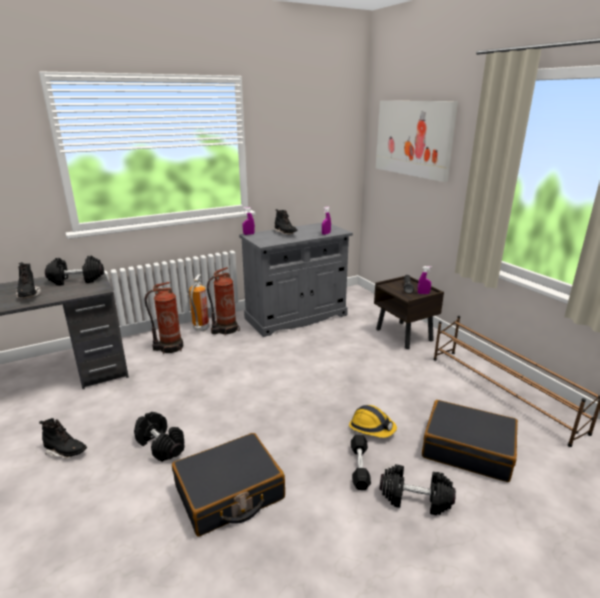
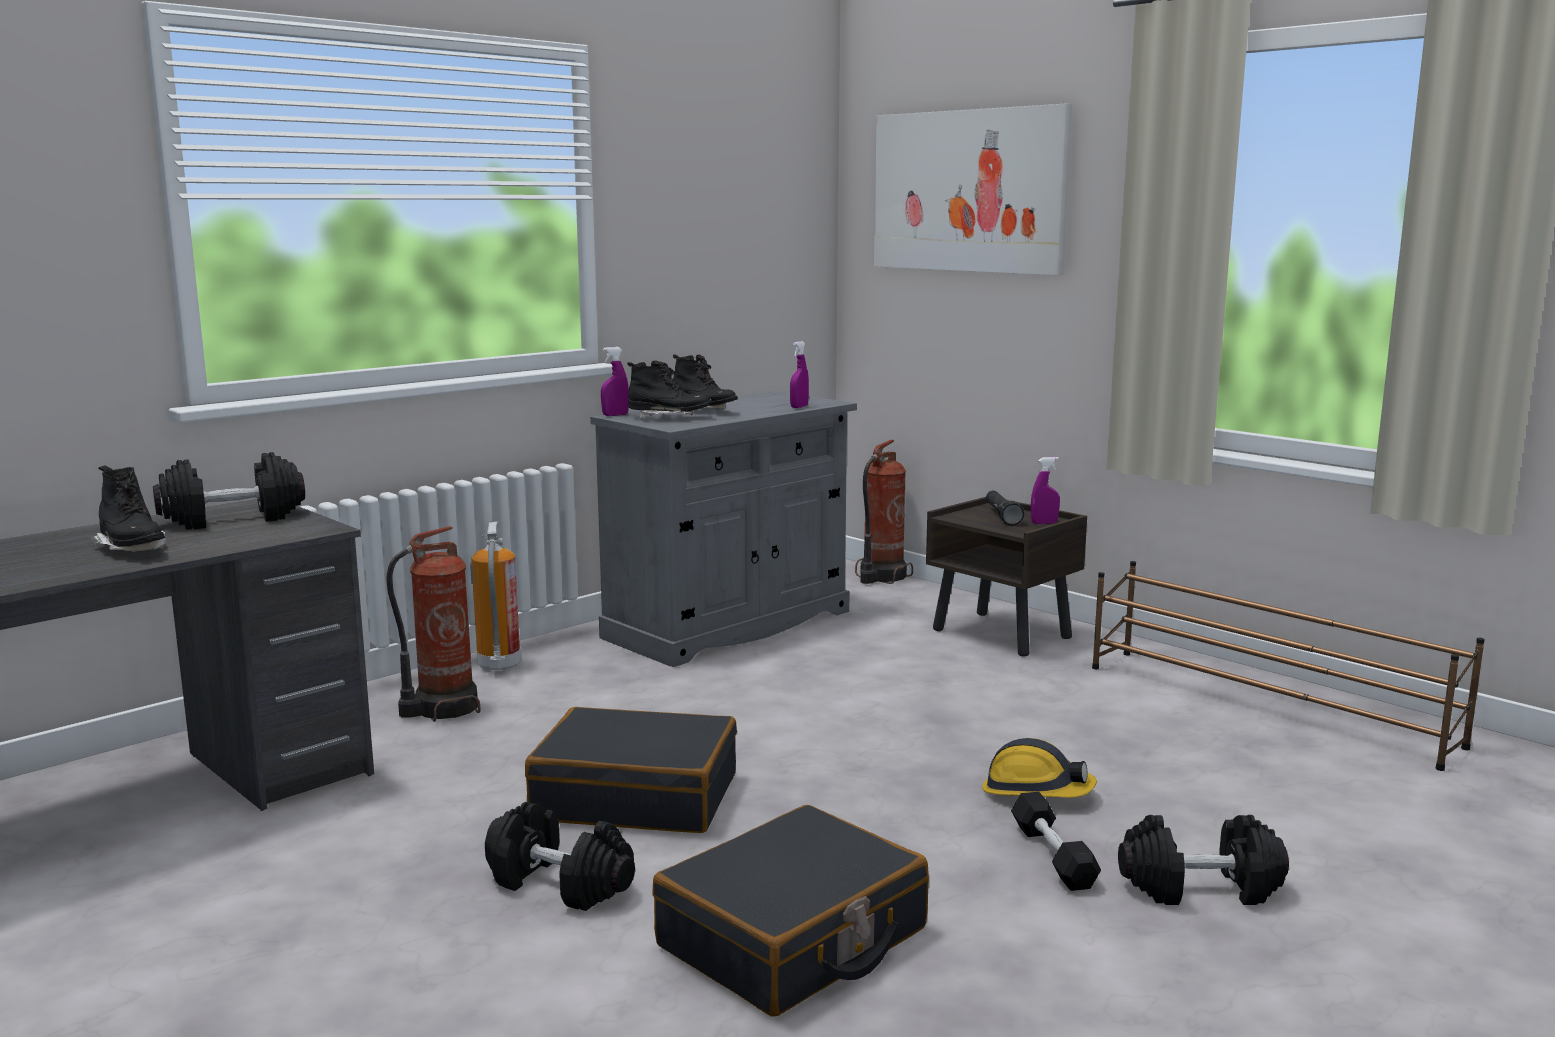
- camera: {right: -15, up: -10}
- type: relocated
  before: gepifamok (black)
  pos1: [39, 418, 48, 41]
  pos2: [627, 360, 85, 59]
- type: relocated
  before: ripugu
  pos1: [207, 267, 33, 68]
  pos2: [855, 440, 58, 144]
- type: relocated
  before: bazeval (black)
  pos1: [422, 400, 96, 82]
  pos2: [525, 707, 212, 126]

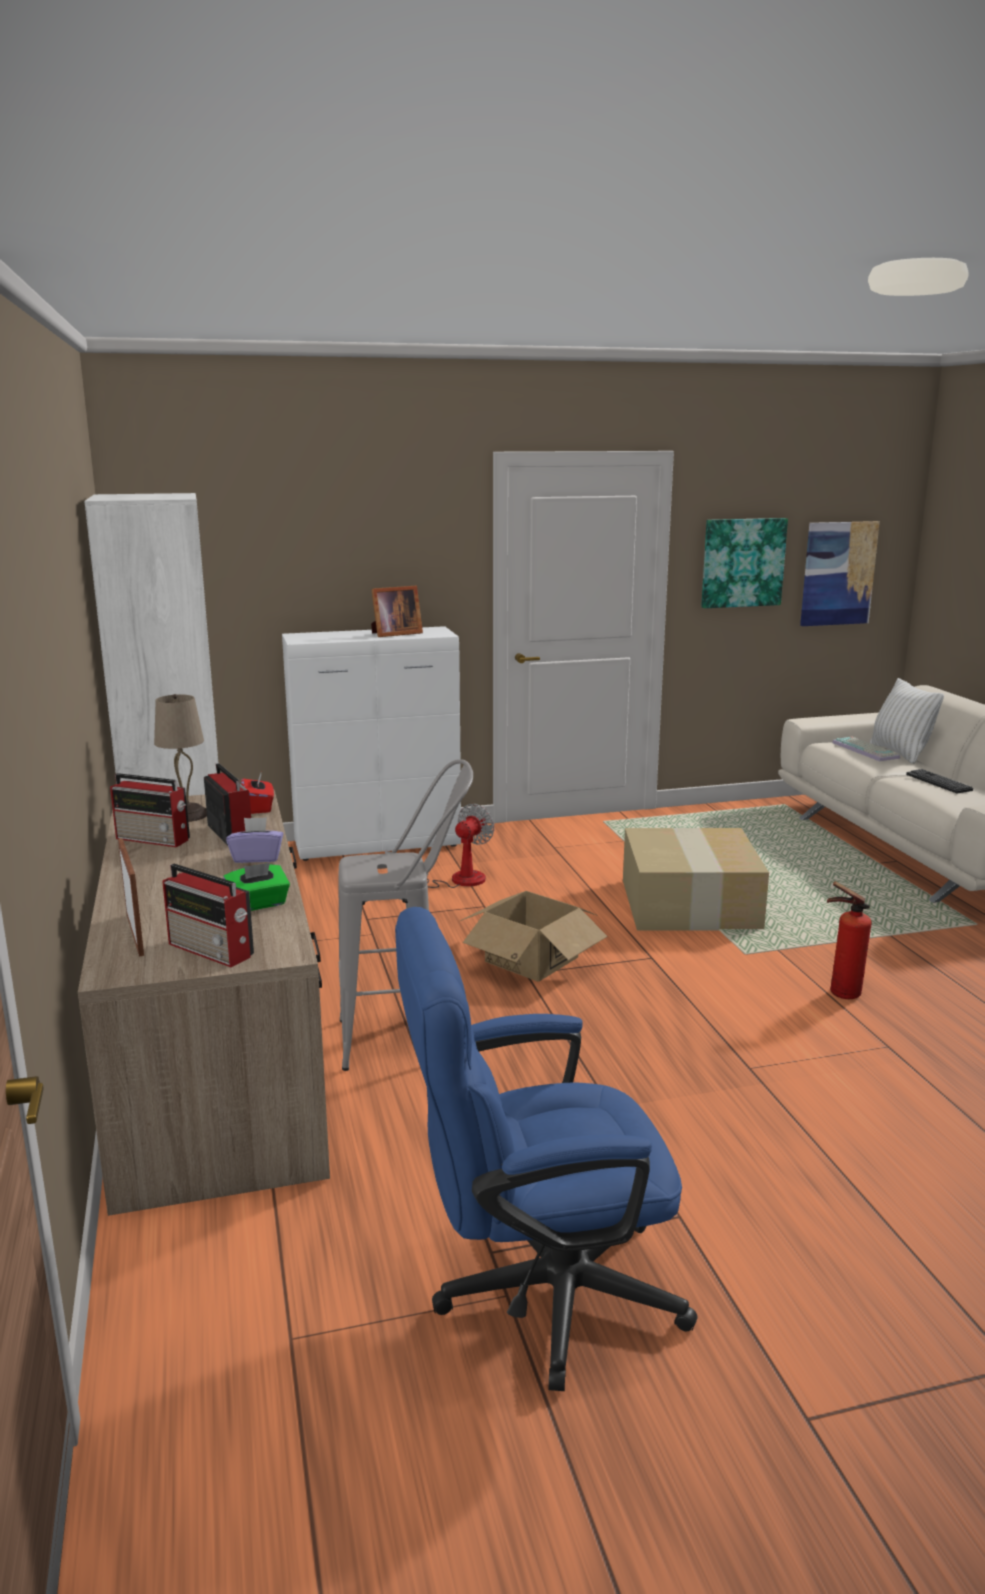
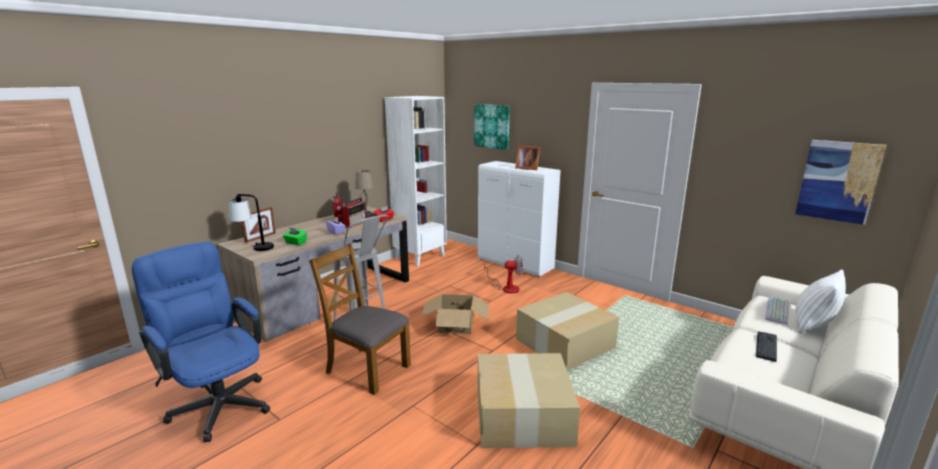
- camera: {right: 55, up: 0}
- type: exchanged
  before: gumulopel
  after: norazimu
  pos1: [162, 864, 92, 103]
  pos2: [228, 194, 46, 57]
- type: relocated
  before: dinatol
  pos1: [701, 518, 87, 90]
  pos2: [474, 104, 36, 46]
- type: exchanged
  before: ripugu
  after: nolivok
  pos1: [827, 881, 45, 118]
  pos2: [478, 353, 102, 95]
- type: appeared
  after: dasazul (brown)
  pos2: [309, 243, 102, 152]

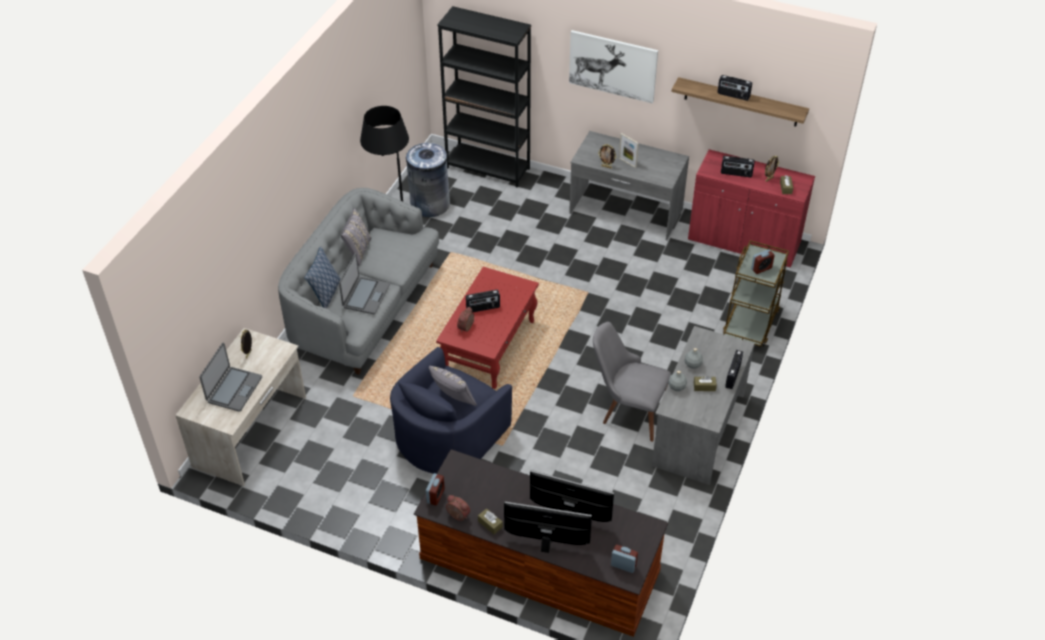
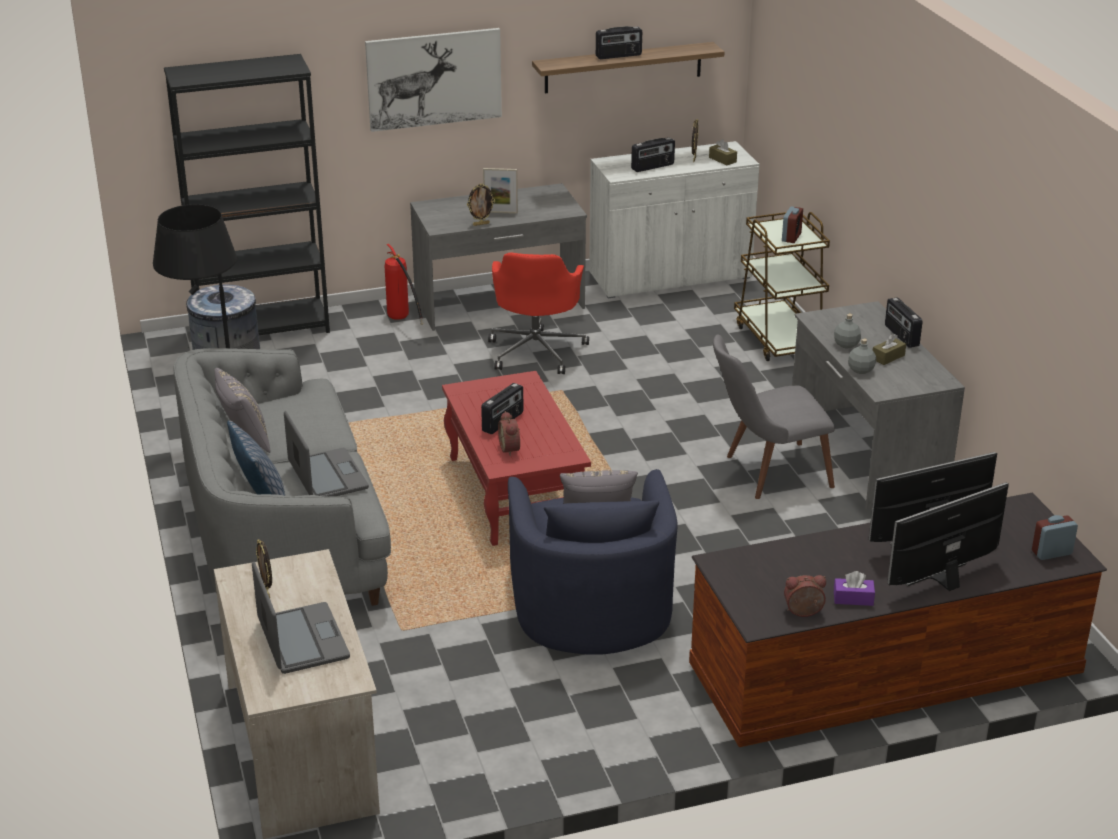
- camera: {right: -40, up: -15}
- type: missing
  before: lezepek
  pos1: [426, 473, 19, 33]
- type: colour
  before: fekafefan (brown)
  after: fekafefan (purple)
  pos1: [478, 508, 25, 26]
  pos2: [834, 571, 41, 35]
- type: colour
  before: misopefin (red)
  after: misopefin (white)
  pos1: [688, 149, 127, 118]
  pos2: [589, 141, 170, 158]
- type: appeared
  after: ripugu
  pos2: [384, 244, 40, 81]
- type: appeared
  after: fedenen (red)
  pos2: [488, 252, 101, 122]

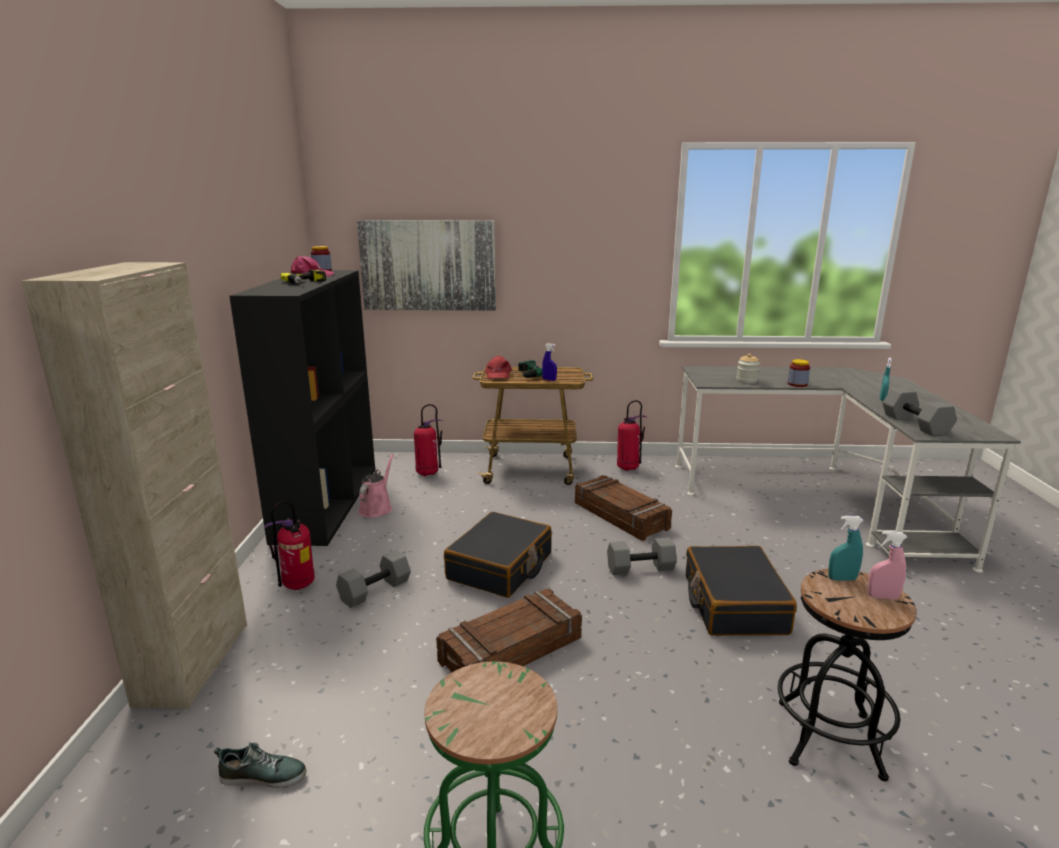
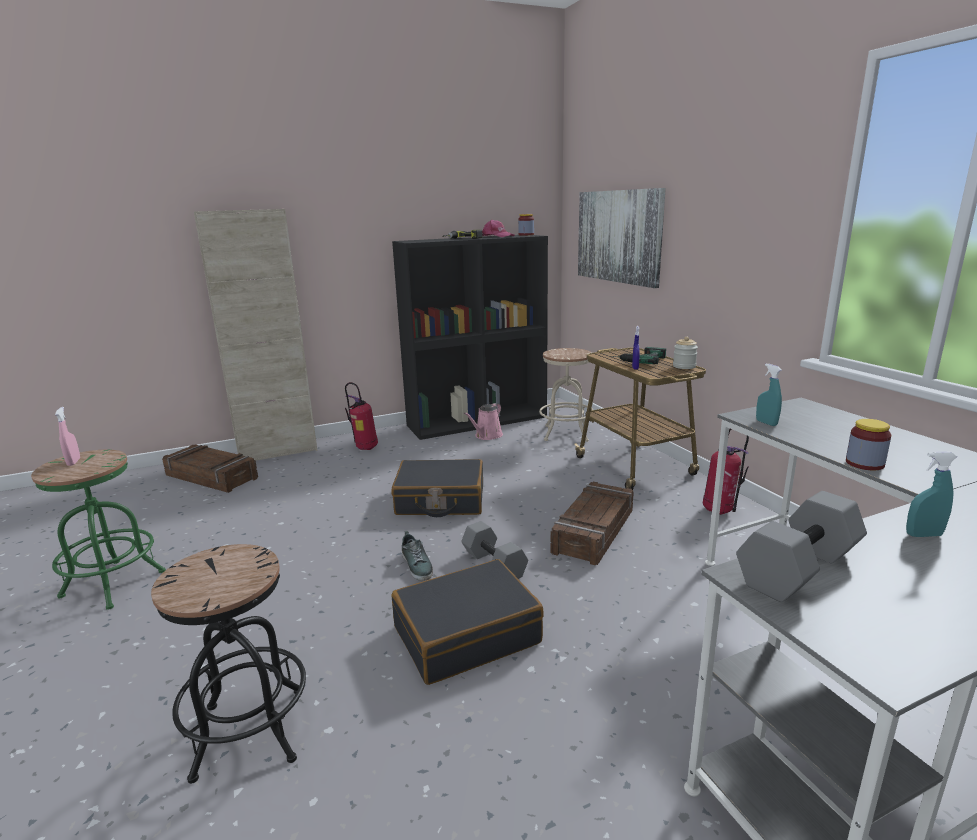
- camera: {right: 65, up: 0}
- type: relocated
  before: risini
  pos1: [214, 742, 92, 46]
  pos2: [402, 531, 31, 50]
- type: missing
  before: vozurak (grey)
  pos1: [336, 550, 75, 58]
- type: spun
  before: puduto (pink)
  pos1: [358, 454, 36, 63]
  pos2: [464, 403, 39, 37]
  turn: 135
- type: exchanged
  before: ripugu
  after: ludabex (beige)
  pos1: [414, 404, 28, 72]
  pos2: [539, 348, 54, 94]
- type: relocated
  before: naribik
  pos1: [436, 589, 146, 83]
  pos2: [162, 445, 96, 48]
- type: missing
  before: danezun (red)
  pos1: [485, 356, 27, 23]
- type: relocated
  before: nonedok
  pos1: [736, 354, 24, 29]
  pos2: [673, 337, 25, 32]
- type: relocated
  before: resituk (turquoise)
  pos1: [828, 516, 36, 64]
  pos2: [756, 363, 26, 63]
- type: relocated
  before: resituk (pink)
  pos1: [867, 531, 40, 69]
  pos2: [55, 407, 25, 59]

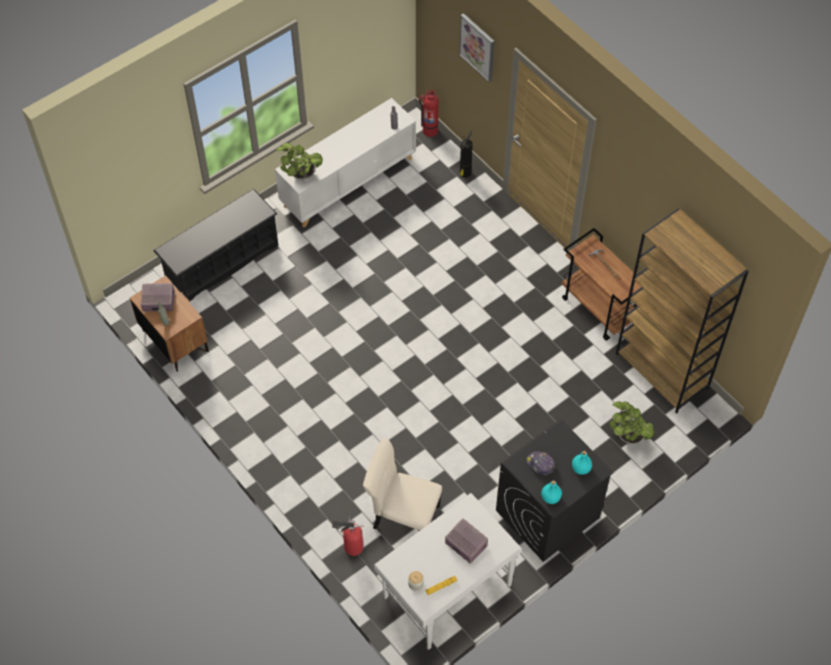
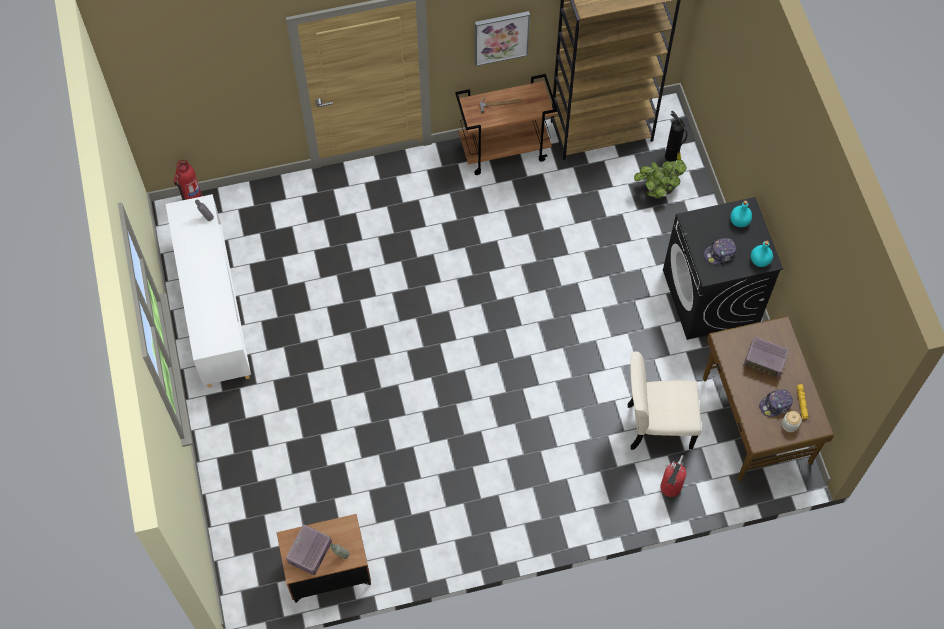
- camera: {right: -65, up: 5}
- type: missing
  before: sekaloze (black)
  pos1: [153, 189, 126, 113]
- type: missing
  before: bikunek
  pos1: [276, 143, 47, 37]
- type: spun
  before: dasazul (beige)
  pos1: [363, 439, 79, 91]
  pos2: [628, 351, 73, 99]
  turn: 45
- type: colour
  before: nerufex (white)
  after: nerufex (brown)
  pos1: [374, 493, 147, 157]
  pos2: [703, 316, 131, 166]
- type: spun
  before: gumulopel
  pos1: [445, 519, 43, 44]
  pos2: [743, 337, 46, 42]
  turn: -135
- type: relocated
  before: dinatol
  pos1: [459, 13, 36, 69]
  pos2: [475, 11, 55, 55]
- type: relocated
  before: ripugu
  pos1: [460, 130, 13, 48]
  pos2: [665, 111, 22, 51]
- type: appeared
  after: danezun
  pos2: [759, 389, 34, 28]

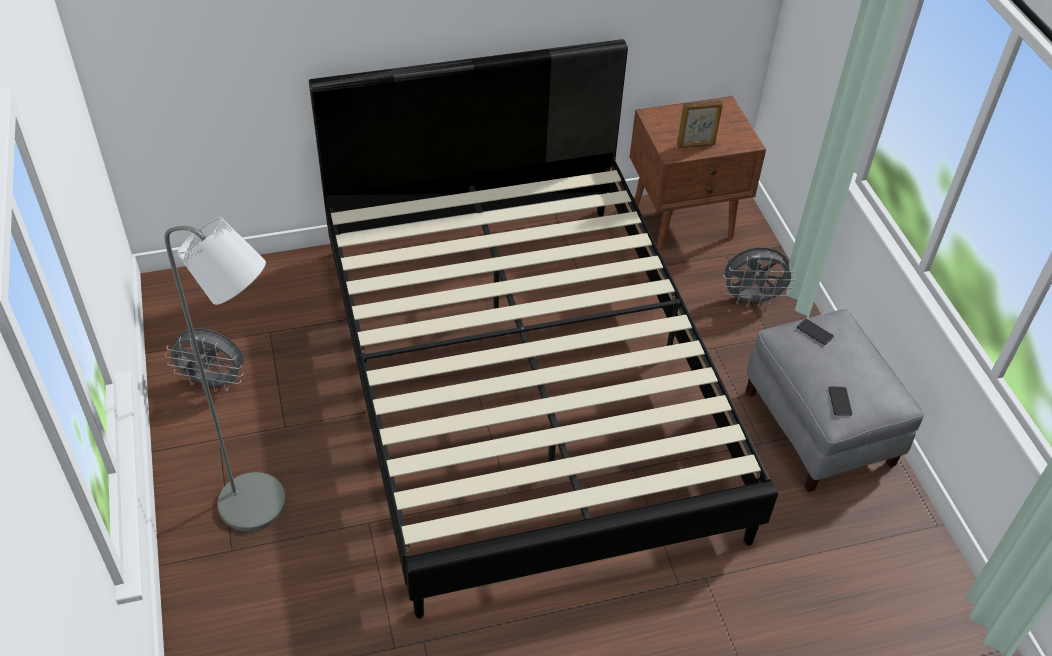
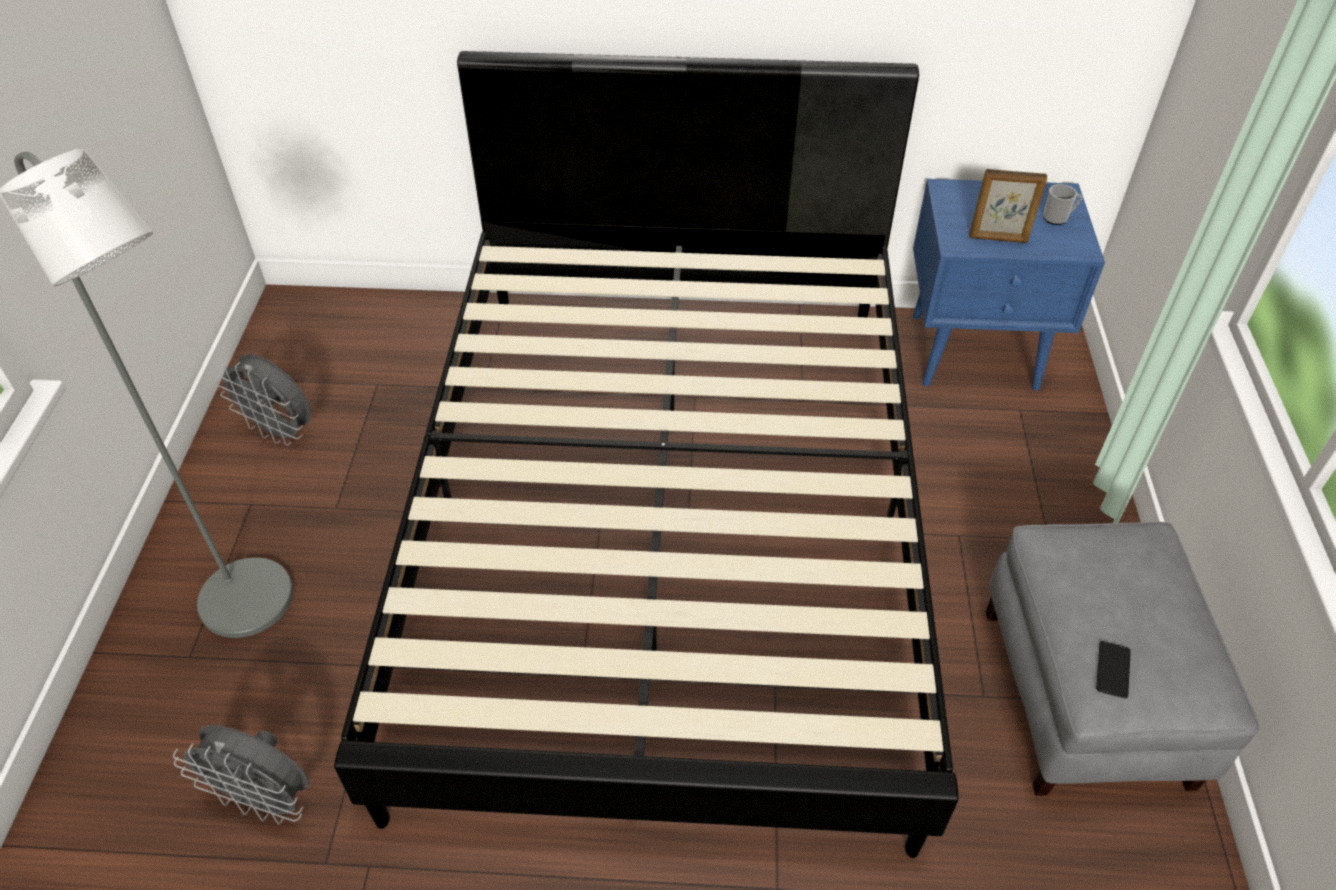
- camera: {right: 20, up: 0}
- type: colour
  before: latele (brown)
  after: latele (blue)
  pos1: [630, 96, 136, 156]
  pos2: [913, 179, 192, 212]
- type: relocated
  before: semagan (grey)
  pos1: [722, 247, 74, 60]
  pos2: [173, 725, 136, 99]
- type: missing
  before: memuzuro
  pos1: [797, 319, 37, 26]
- type: appeared
  after: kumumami
  pos2: [1043, 184, 39, 41]

